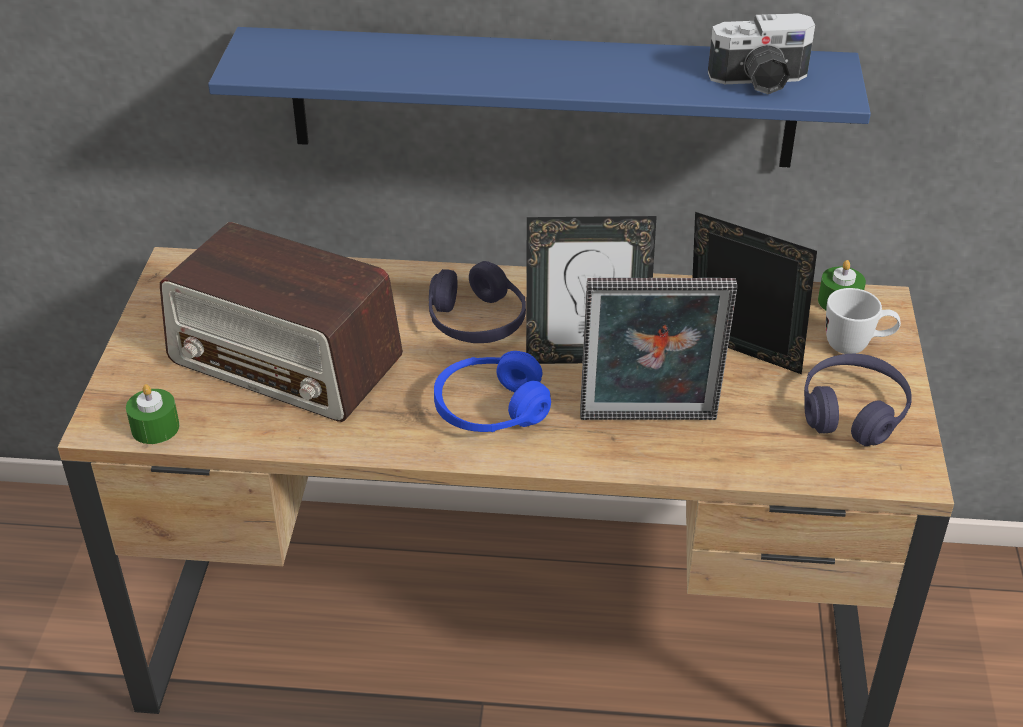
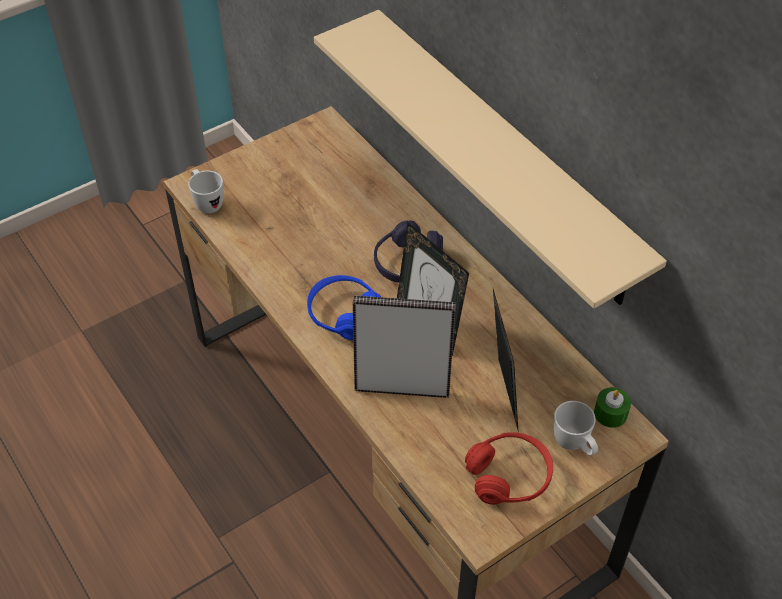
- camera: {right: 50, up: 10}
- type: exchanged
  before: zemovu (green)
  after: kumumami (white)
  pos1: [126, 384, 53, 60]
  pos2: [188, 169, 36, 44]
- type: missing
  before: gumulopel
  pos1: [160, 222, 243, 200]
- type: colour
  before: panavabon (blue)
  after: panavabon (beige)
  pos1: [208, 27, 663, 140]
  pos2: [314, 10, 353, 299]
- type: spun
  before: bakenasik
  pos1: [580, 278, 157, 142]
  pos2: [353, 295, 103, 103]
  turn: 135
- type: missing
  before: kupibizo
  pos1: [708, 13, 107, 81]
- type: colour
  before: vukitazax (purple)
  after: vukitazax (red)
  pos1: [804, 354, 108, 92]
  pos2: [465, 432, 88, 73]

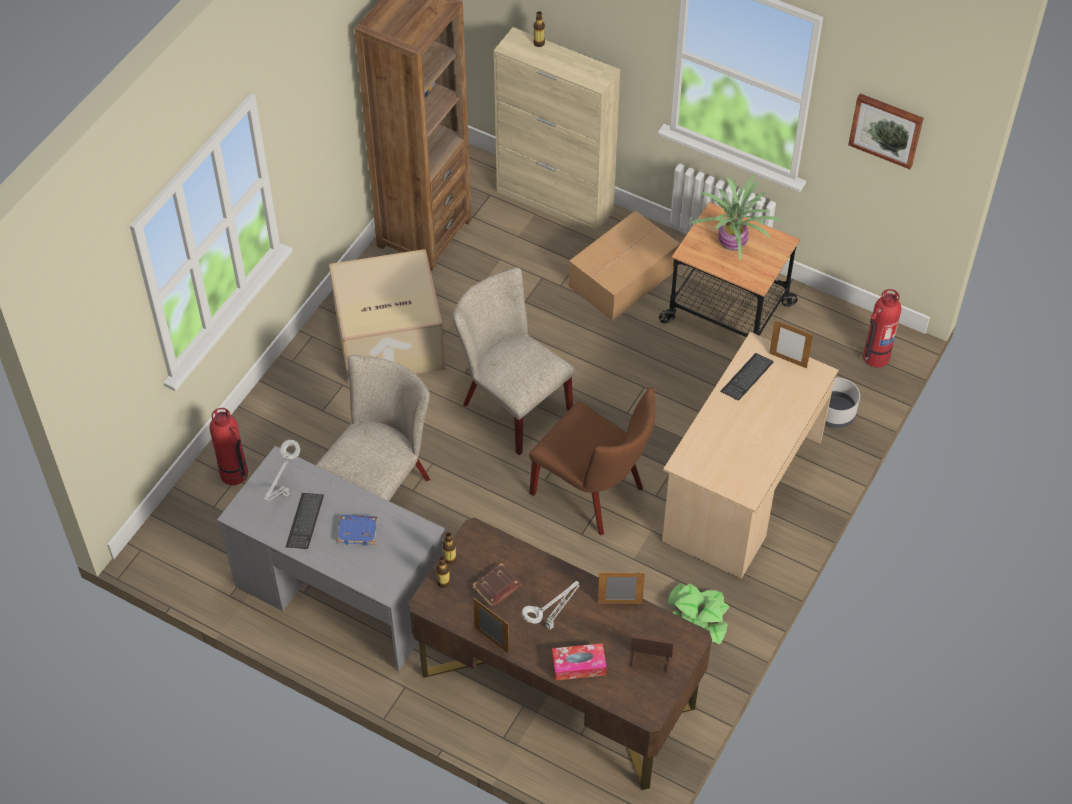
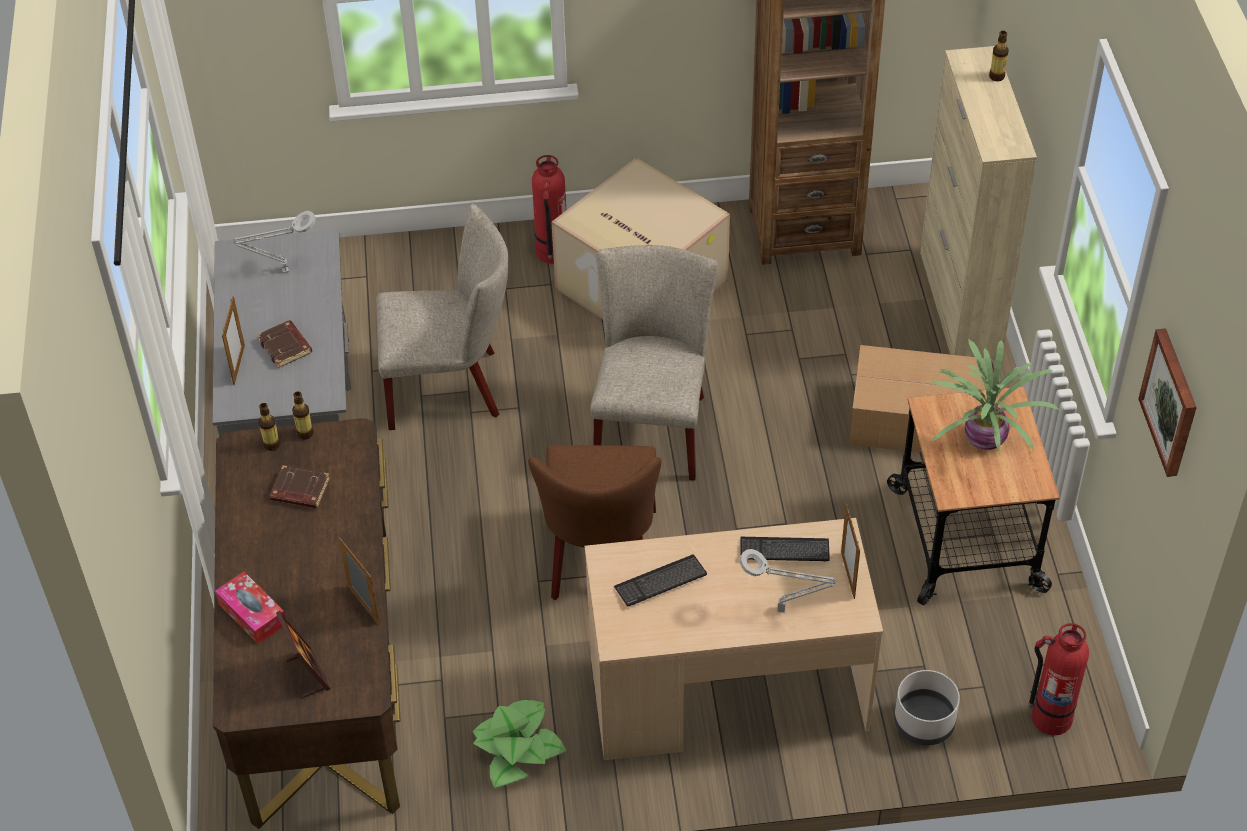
- camera: {right: 55, up: -5}
- type: relocated
  before: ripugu
  pos1: [210, 408, 38, 77]
  pos2: [532, 155, 34, 109]
- type: relocated
  before: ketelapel
  pos1: [286, 493, 38, 56]
  pos2: [614, 555, 93, 51]
- type: colour
  before: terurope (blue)
  after: terurope (brown)
  pos1: [337, 514, 41, 31]
  pos2: [257, 320, 55, 48]
- type: relocated
  before: bakenasik
  pos1: [473, 598, 36, 56]
  pos2: [222, 296, 23, 89]
- type: relocated
  before: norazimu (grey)
  pos1: [522, 581, 58, 49]
  pos2: [740, 549, 96, 64]

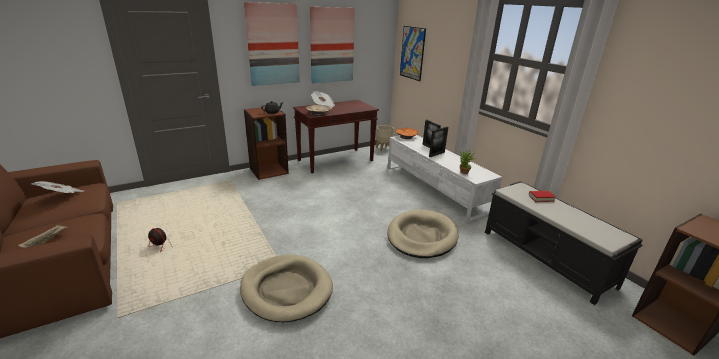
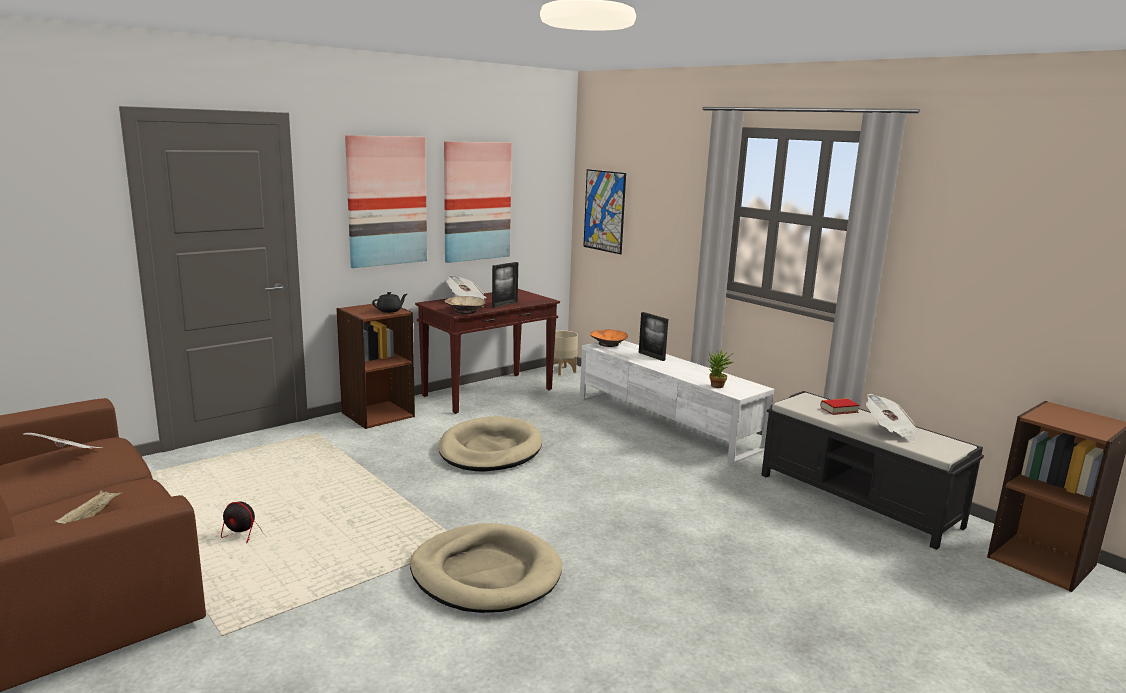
- camera: {right: -10, up: -10}
- type: relocated
  before: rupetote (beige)
  pos1: [387, 209, 72, 49]
  pos2: [438, 416, 104, 55]
- type: relocated
  before: bakenasik
  pos1: [429, 127, 19, 30]
  pos2: [492, 262, 26, 46]
- type: appeared
  after: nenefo
  pos2: [866, 394, 53, 49]

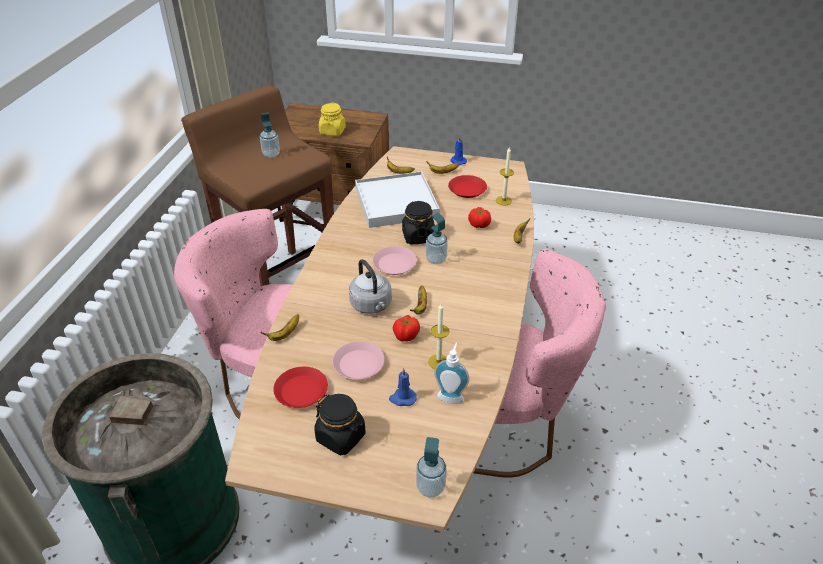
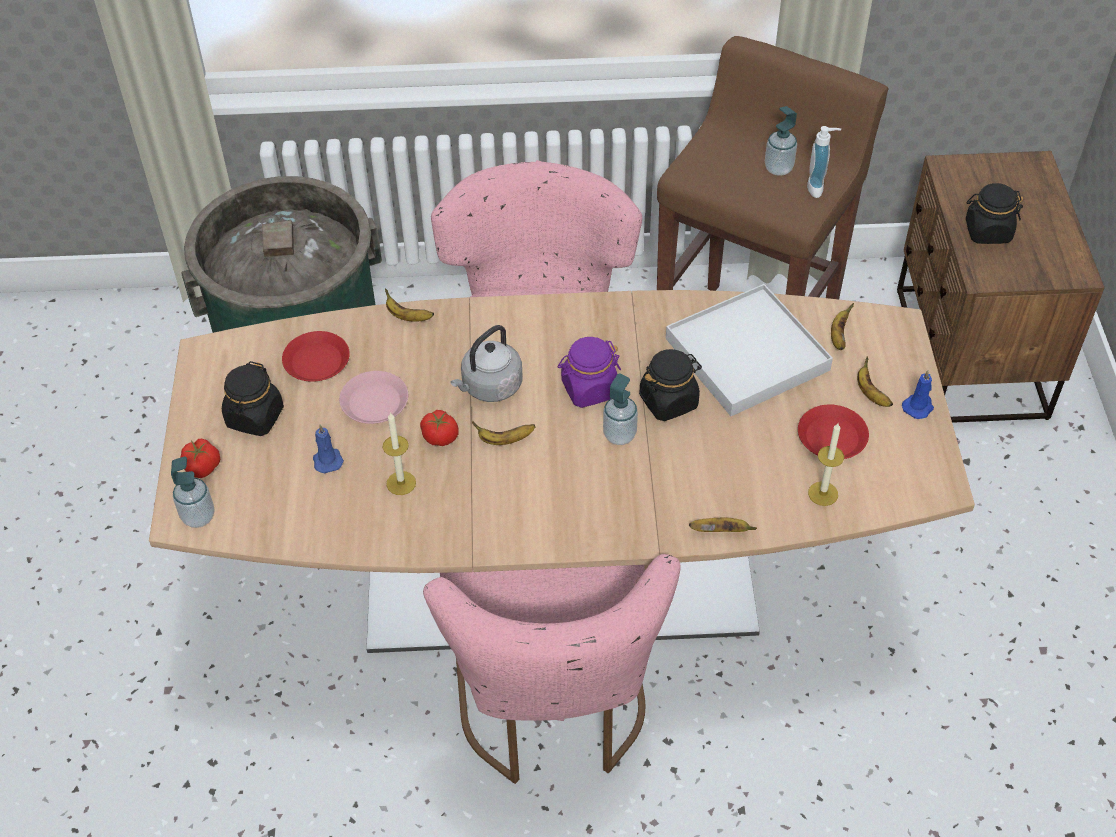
- camera: {right: 75, up: 10}
- type: colour
  before: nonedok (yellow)
  after: nonedok (black)
  pos1: [319, 103, 27, 33]
  pos2: [966, 183, 57, 61]
- type: exchanged
  before: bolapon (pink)
  after: nonedok (purple)
  pos1: [372, 246, 45, 29]
  pos2: [558, 337, 63, 71]
- type: relocated
  before: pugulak
  pos1: [434, 343, 35, 61]
  pos2: [807, 126, 34, 72]
- type: relocated
  before: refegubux
  pos1: [468, 207, 23, 21]
  pos2: [180, 439, 40, 39]

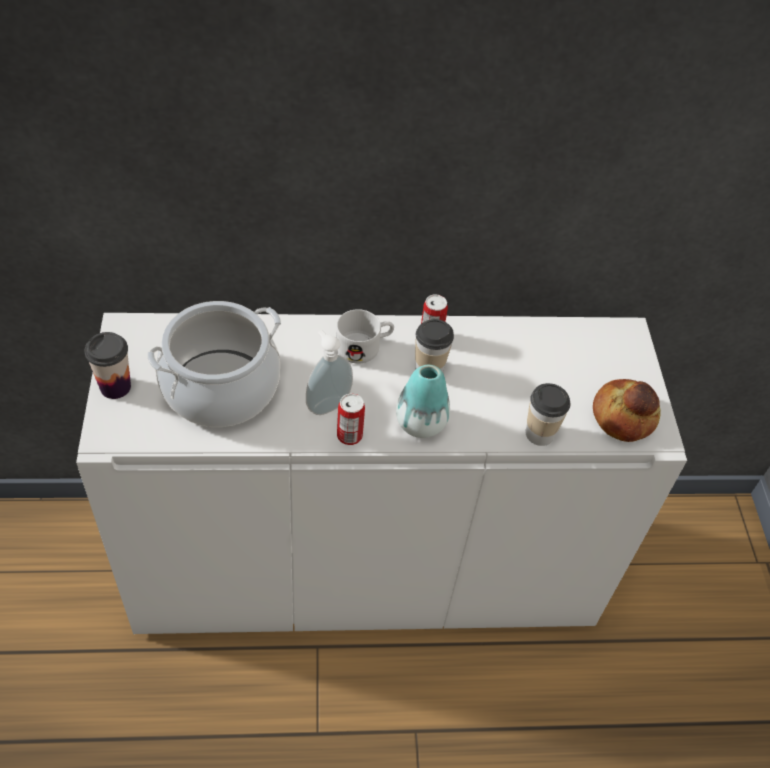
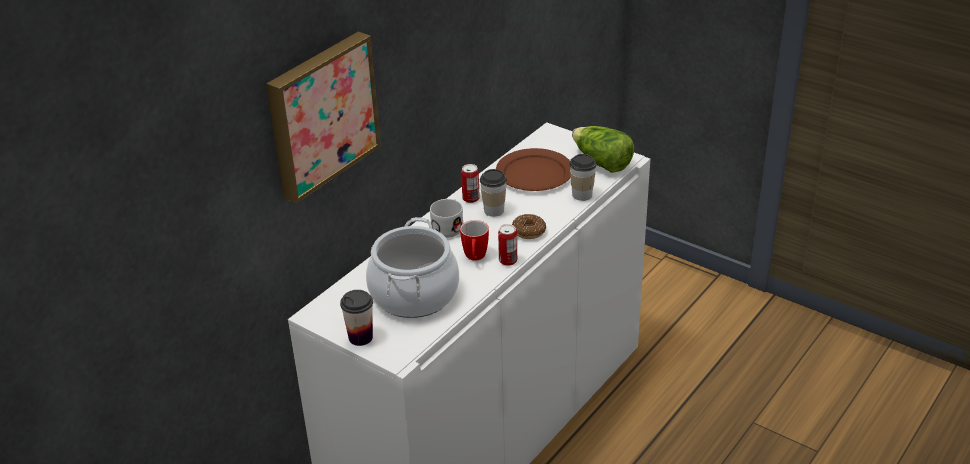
- camera: {right: -45, up: -15}
- type: exchanged
  before: pugulak
  after: kumumami
  pos1: [306, 330, 47, 85]
  pos2: [460, 220, 29, 41]
- type: exchanged
  before: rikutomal
  after: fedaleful
  pos1: [396, 365, 54, 73]
  pos2: [512, 214, 34, 25]
- type: exchanged
  before: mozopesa
  after: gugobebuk
  pos1: [593, 379, 68, 63]
  pos2: [572, 126, 62, 47]
- type: appeared
  after: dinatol
  pos2: [266, 32, 115, 171]
- type: appeared
  after: bolapon (brown)
  pos2: [496, 148, 75, 43]

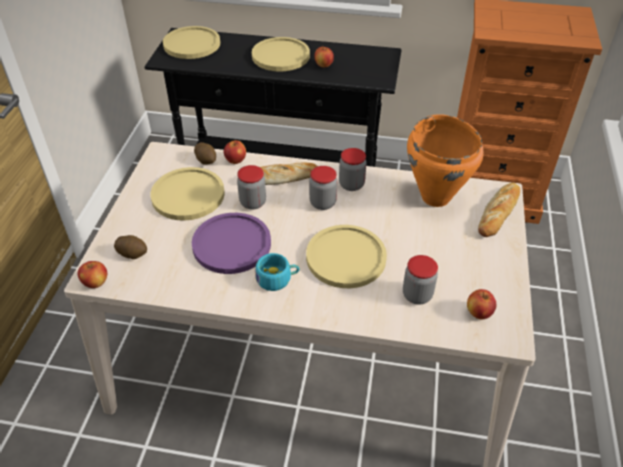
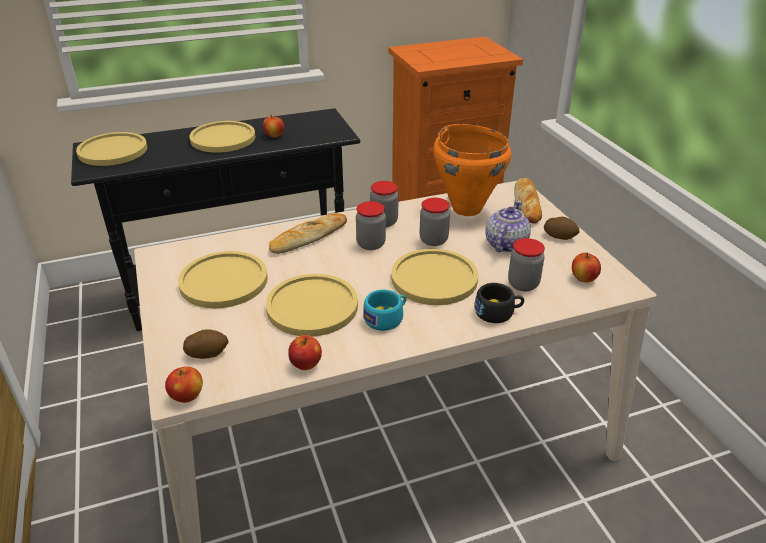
- camera: {right: -30, up: -10}
- type: colour
  before: bolapon (purple)
  after: bolapon (yellow)
  pos1: [192, 213, 79, 61]
  pos2: [266, 274, 92, 63]
- type: relocated
  before: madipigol
  pos1: [194, 142, 22, 23]
  pos2: [544, 217, 36, 23]
- type: relocated
  before: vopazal
  pos1: [224, 140, 22, 24]
  pos2: [288, 335, 34, 35]
- type: relocated
  before: nonedok
  pos1: [237, 165, 29, 45]
  pos2: [419, 198, 31, 48]
- type: appeared
  after: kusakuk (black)
  pos2: [474, 283, 50, 40]
- type: appeared
  after: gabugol
  pos2: [485, 201, 46, 51]

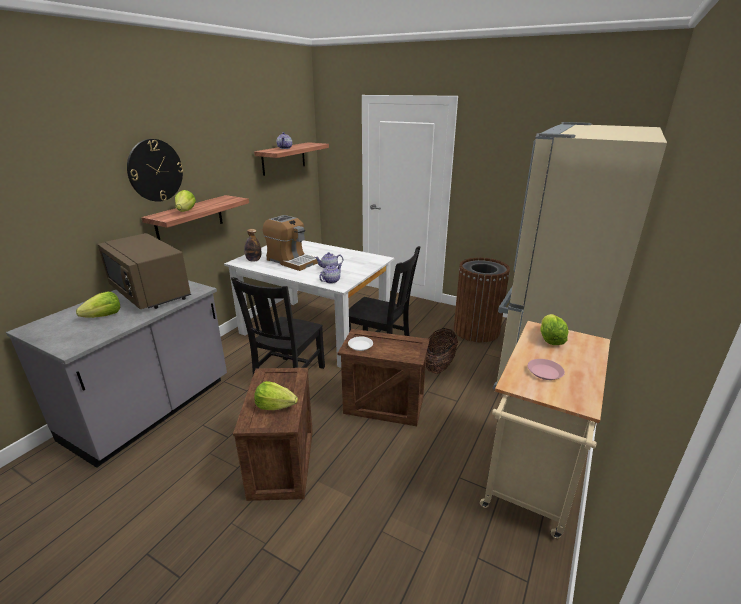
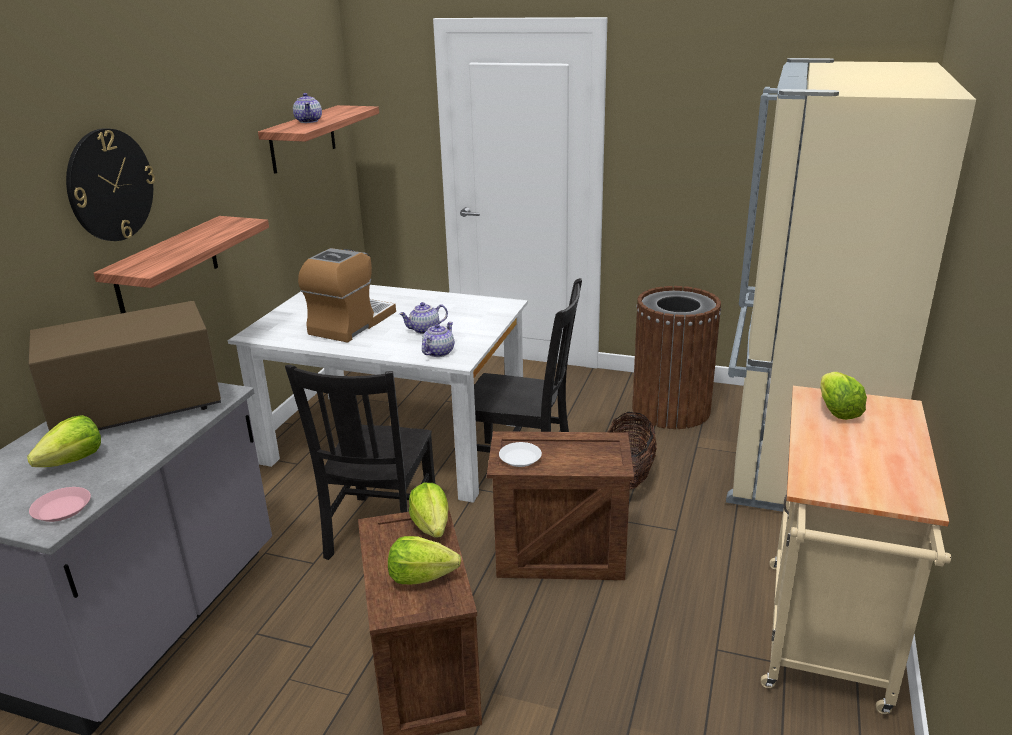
- camera: {right: -10, up: 0}
- type: spun
  before: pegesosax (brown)
  pos1: [98, 233, 93, 76]
  pos2: [28, 301, 193, 130]
  turn: 120
- type: relocated
  before: gugobebuk
  pos1: [175, 190, 21, 22]
  pos2: [409, 483, 40, 55]
- type: missing
  before: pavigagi
  pos1: [244, 229, 17, 33]
- type: spun
  before: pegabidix
  pos1: [263, 215, 55, 56]
  pos2: [298, 248, 98, 95]
  turn: -90
- type: relocated
  before: bolapon (pink)
  pos1: [528, 359, 37, 21]
  pos2: [29, 487, 62, 35]

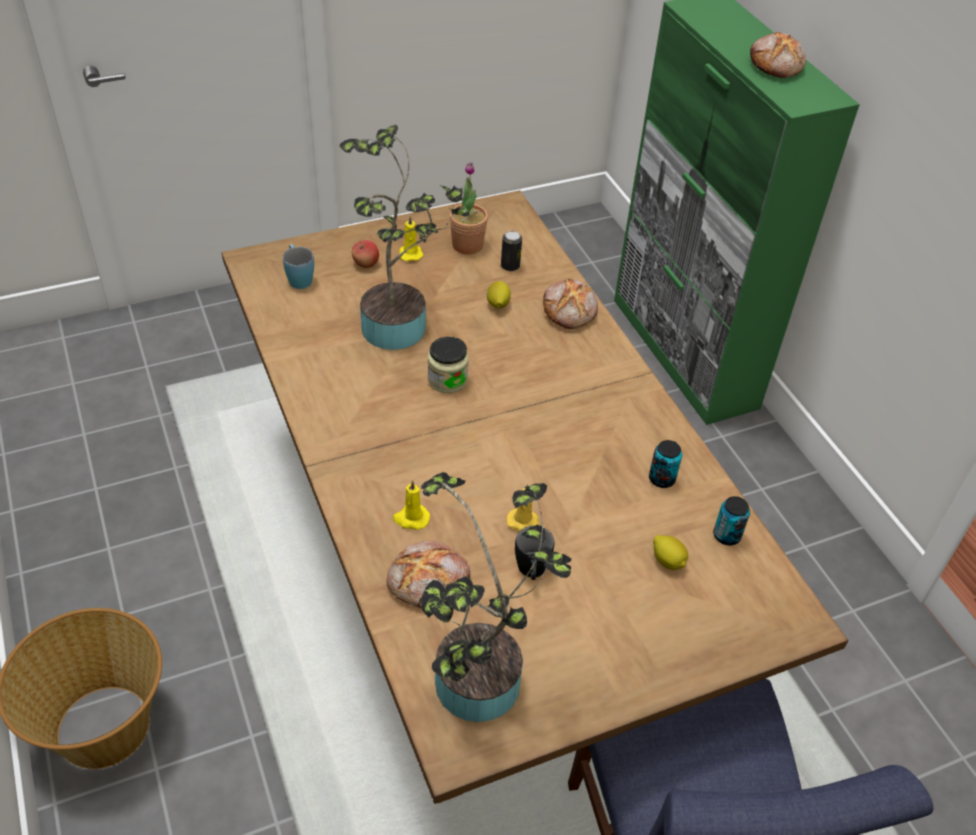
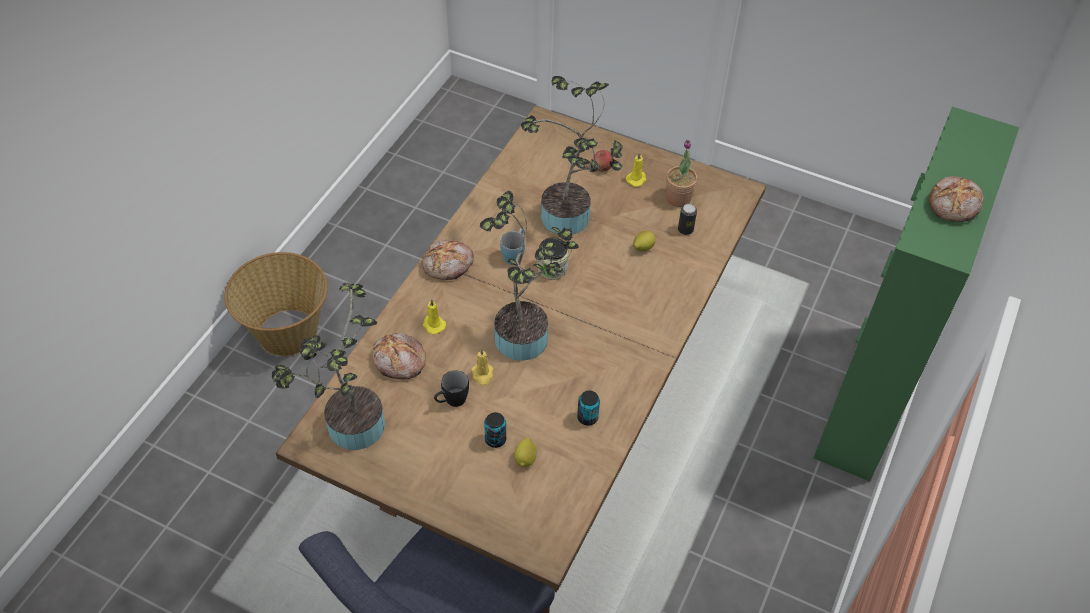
- camera: {right: 50, up: 5}
- type: relocated
  before: kumumami (blue)
  pos1: [283, 244, 31, 45]
  pos2: [500, 228, 25, 37]
- type: relocated
  before: mozopesa
  pos1: [543, 279, 55, 50]
  pos2: [422, 239, 52, 41]
- type: relocated
  before: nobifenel
  pos1: [713, 496, 37, 50]
  pos2: [484, 412, 22, 36]
- type: appeared
  after: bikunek
  pos2: [480, 191, 99, 170]

